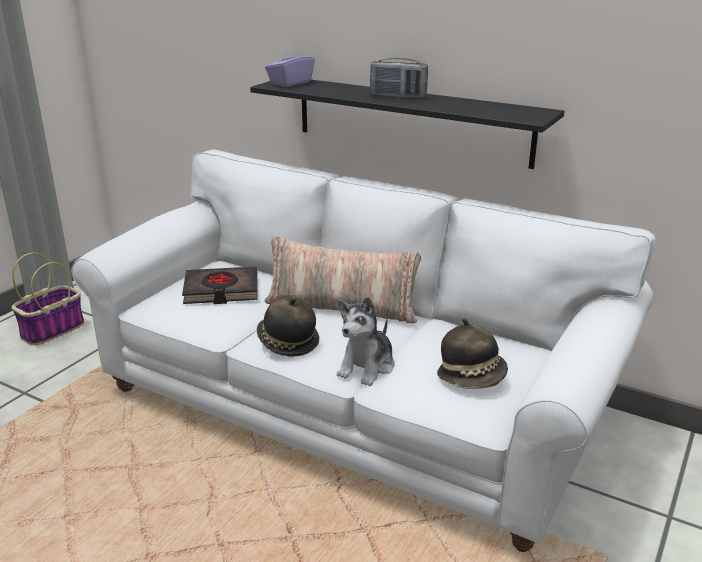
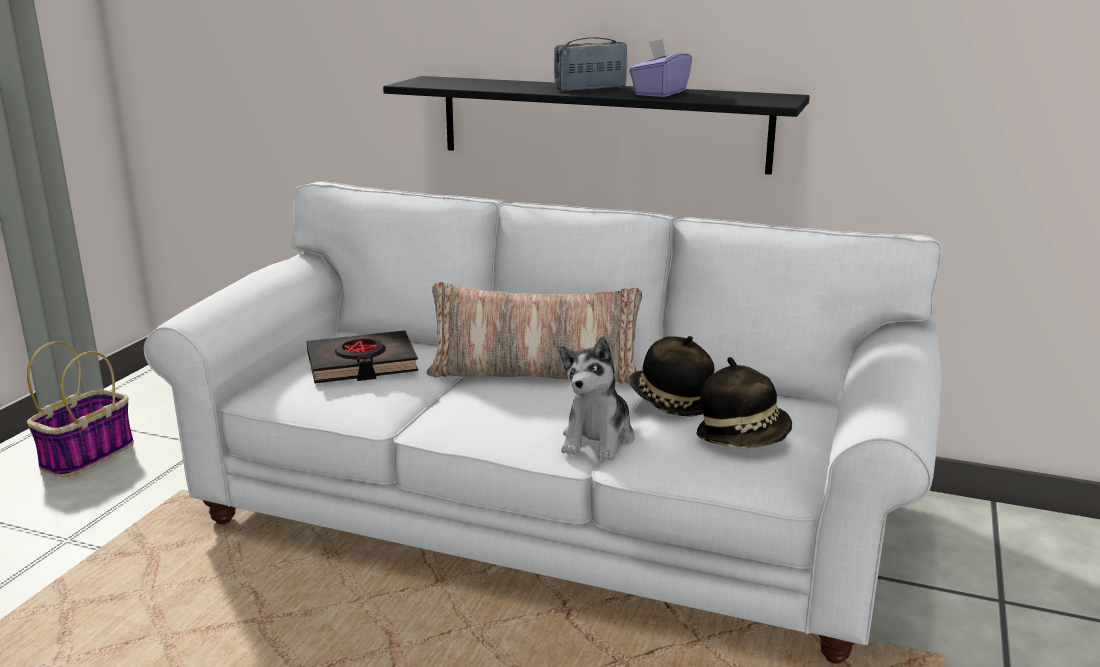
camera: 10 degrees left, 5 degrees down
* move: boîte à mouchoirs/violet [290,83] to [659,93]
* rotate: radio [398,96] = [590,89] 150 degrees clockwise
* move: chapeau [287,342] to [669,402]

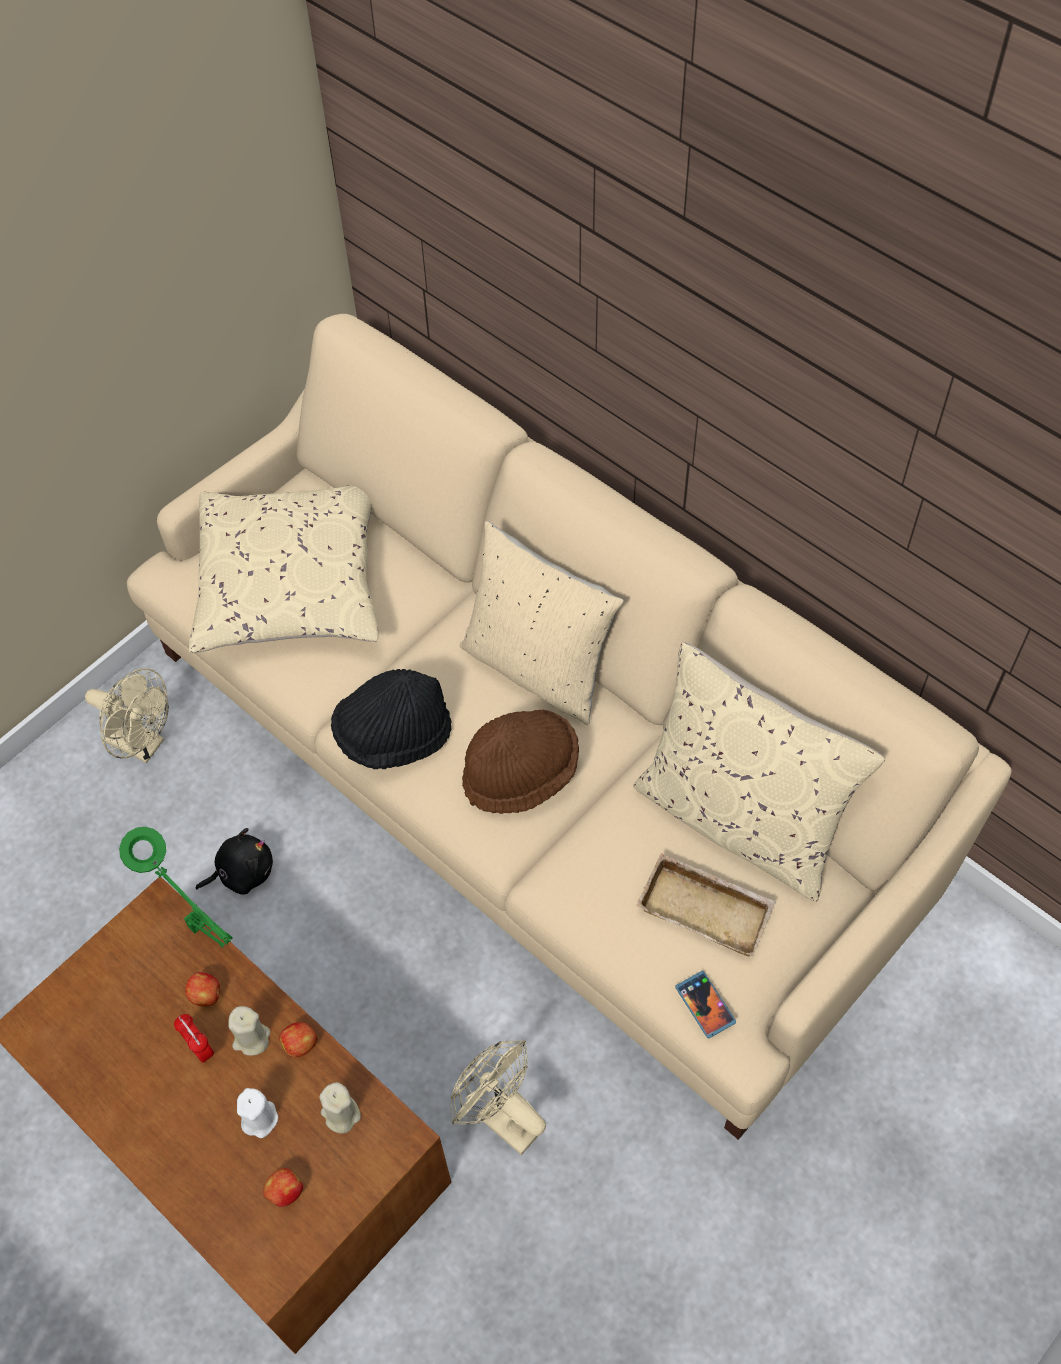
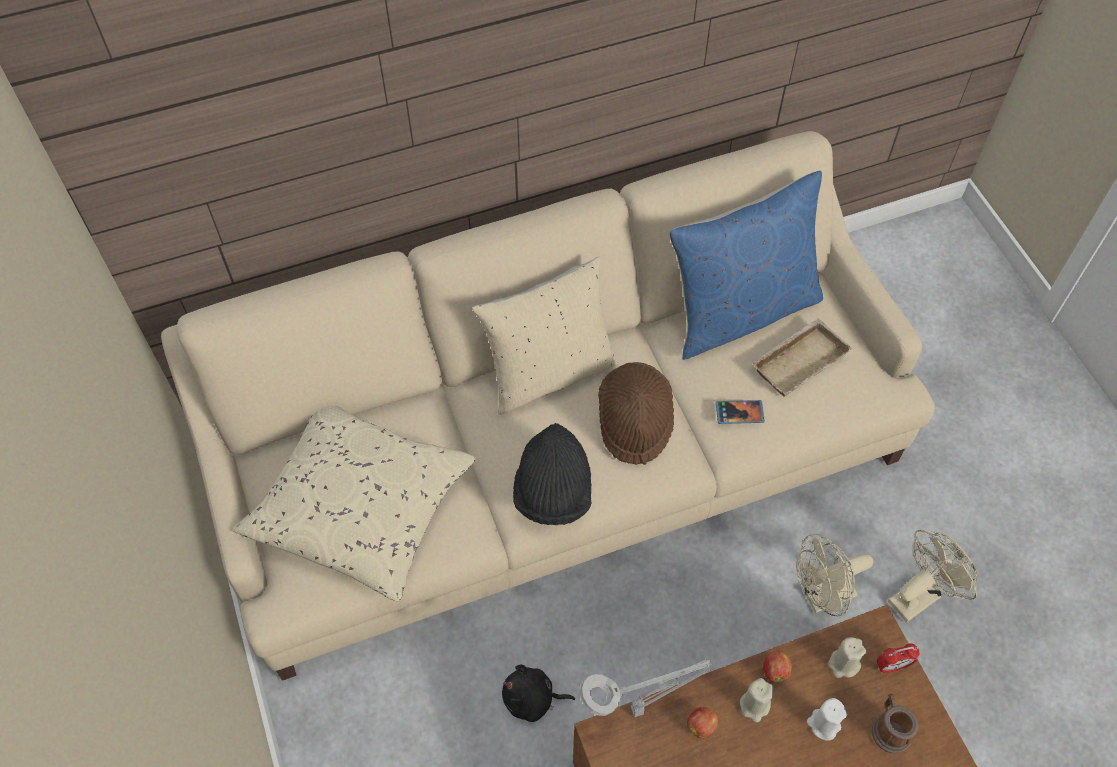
camera: 65 degrees left, 0 degrees up
* recolor: coussin/beige [740,819] to coussin/bleu [740,311]
* move: ventilateur/beige [143,744] to [919,594]
* recolor: lampe de table/vert [200,930] to lampe de table/gris [641,709]
* rotate: peluche/noir [242,872] = [532,699] 90 degrees counterclockwise
* move: téléphone [705,1005] to [739,413]
* move: réveil [200,1047] to [892,666]
* replace: pomme [285,1192] to mug [889,728]

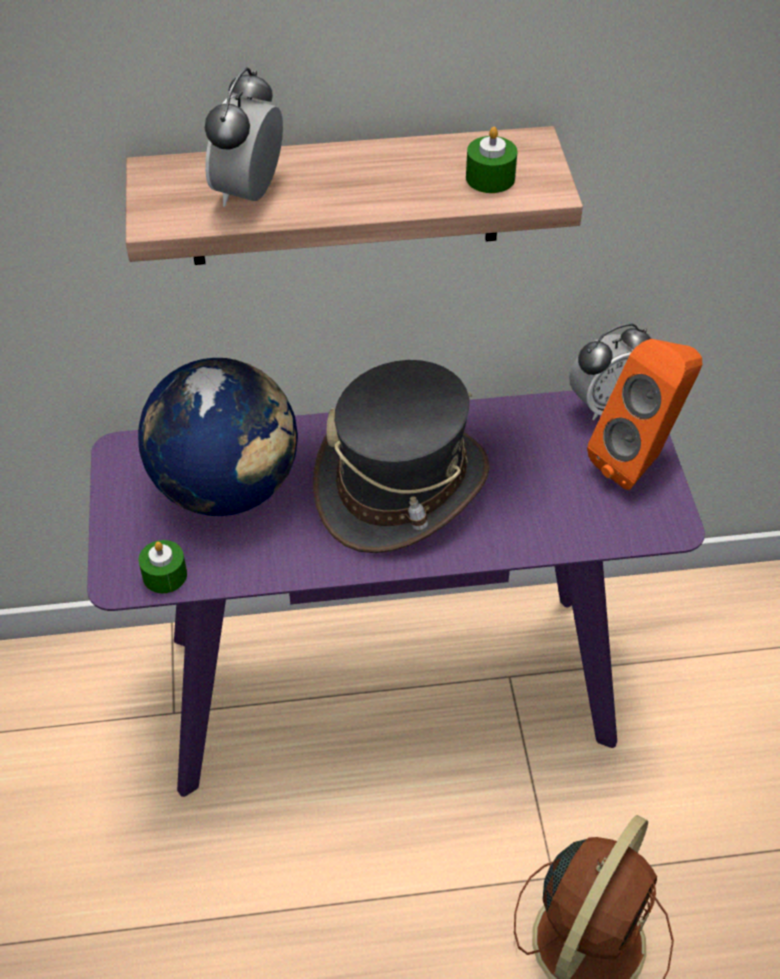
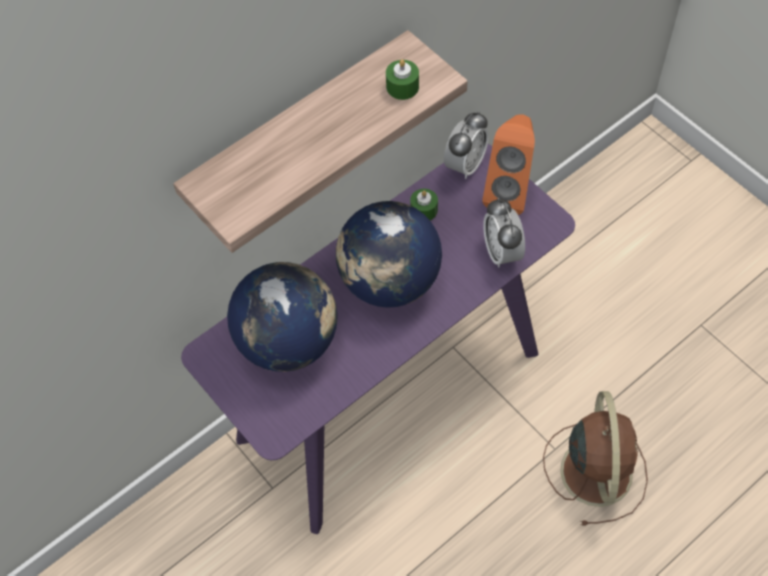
camera: 30 degrees left, 10 degrees up
* move: réveil [249,193] to [502,252]
* replace: chapeau/gris [401,486] to globe [389,282]
* move: bougie/vert [165,575] to [424,210]

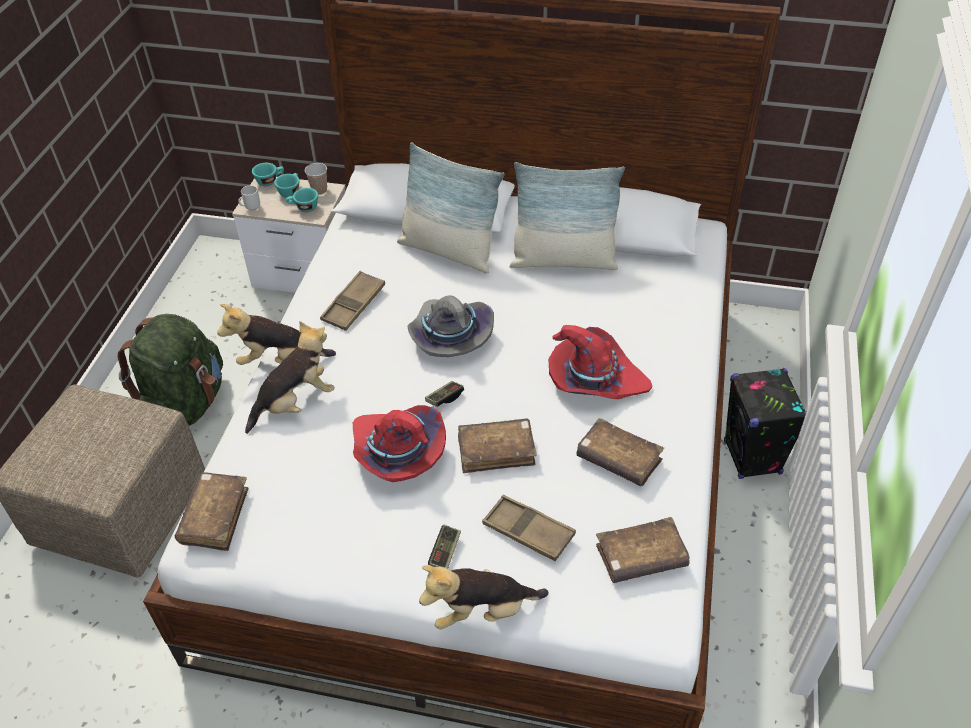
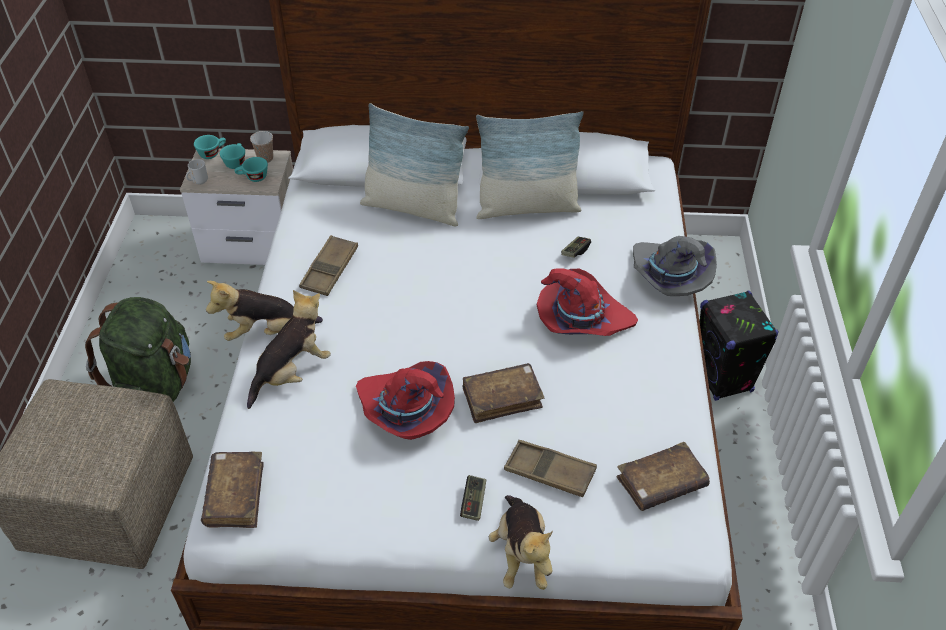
camera: 10 degrees left, 0 degrees up
* move: chapeau/gris [449,336] to [669,276]
* move: manette [444,398] to [575,251]
* delete: livre/marron [618,459]
* rotate: peluche [481,611] = [521,554] 75 degrees counterclockwise

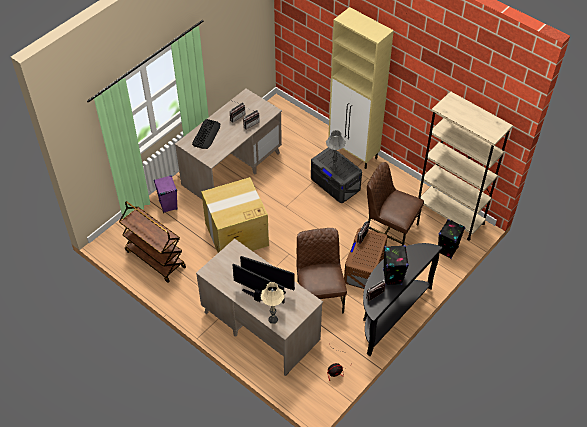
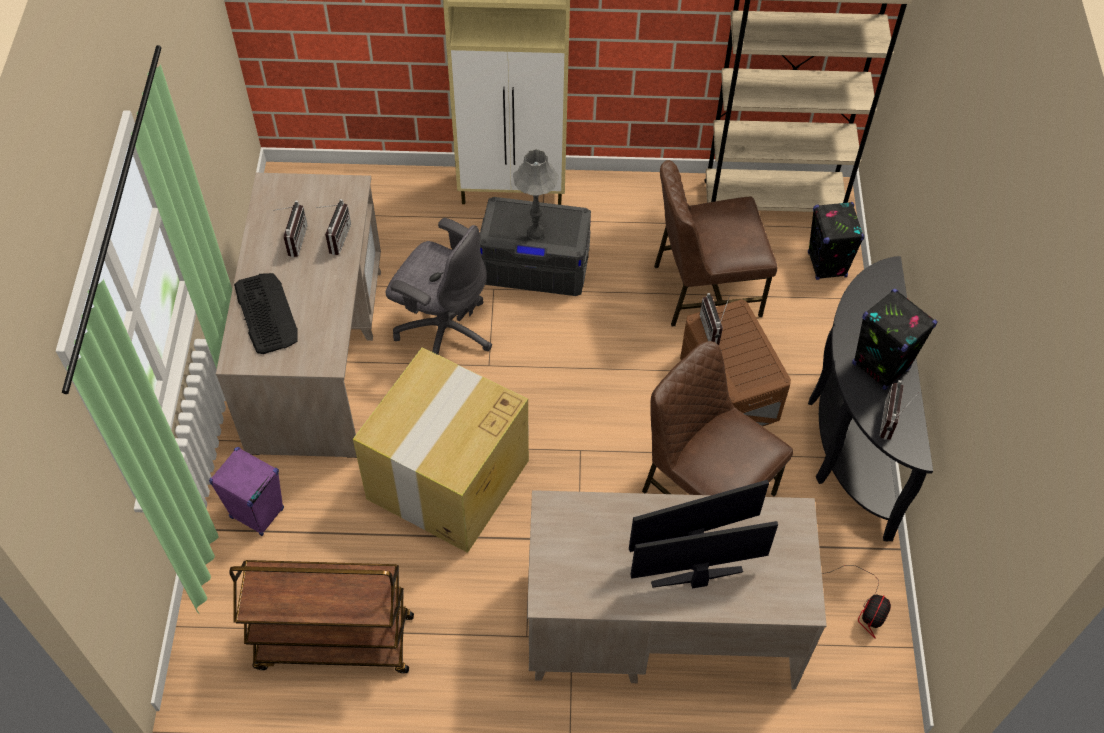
camera: 40 degrees left, 5 degrees up
* delete: lampe de table/beige [273,319]
* insert: chaise de bureau/gris [443,331]

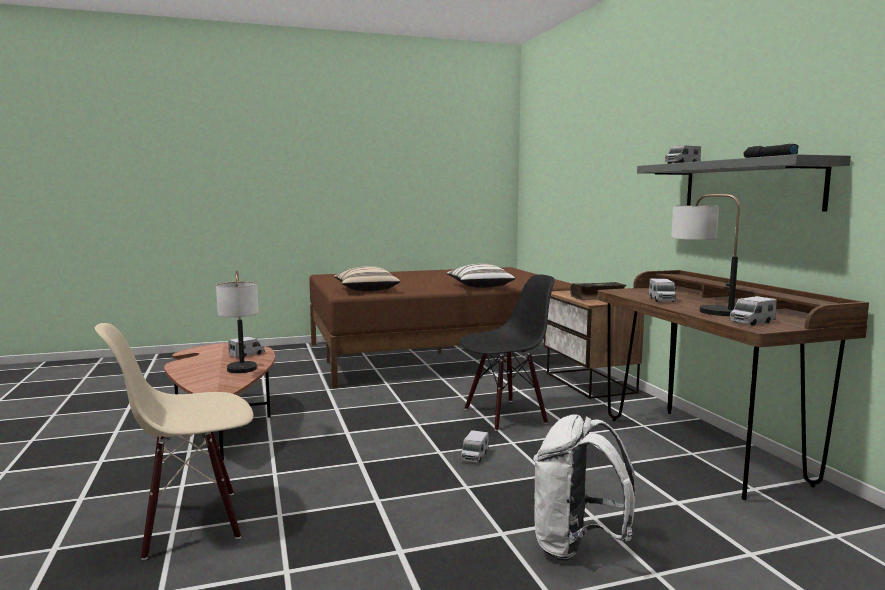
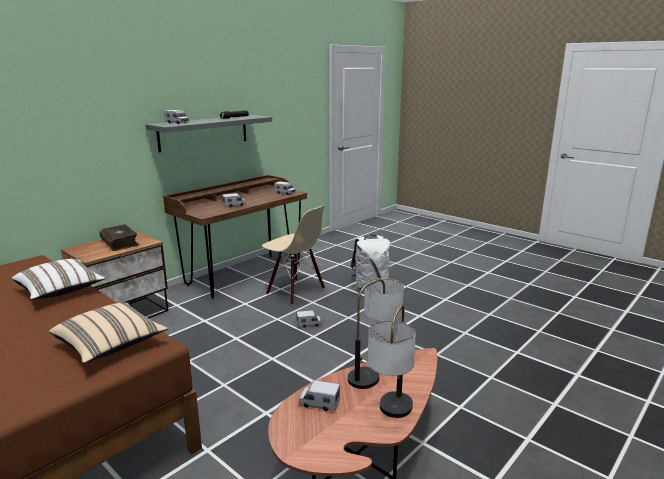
camera: 120 degrees left, 10 degrees up
* move: lampe de table [701,309] to [391,417]
* delete: chaise/noir [505,415]
* move: chaise/beige [191,522] to [295,291]

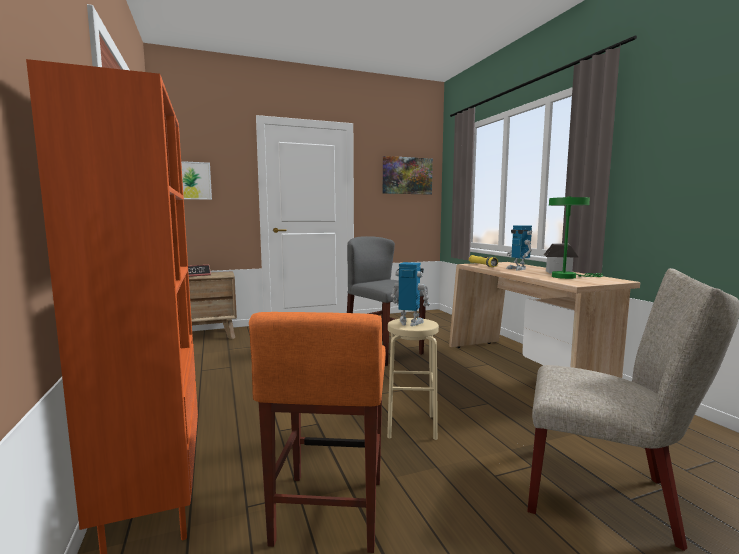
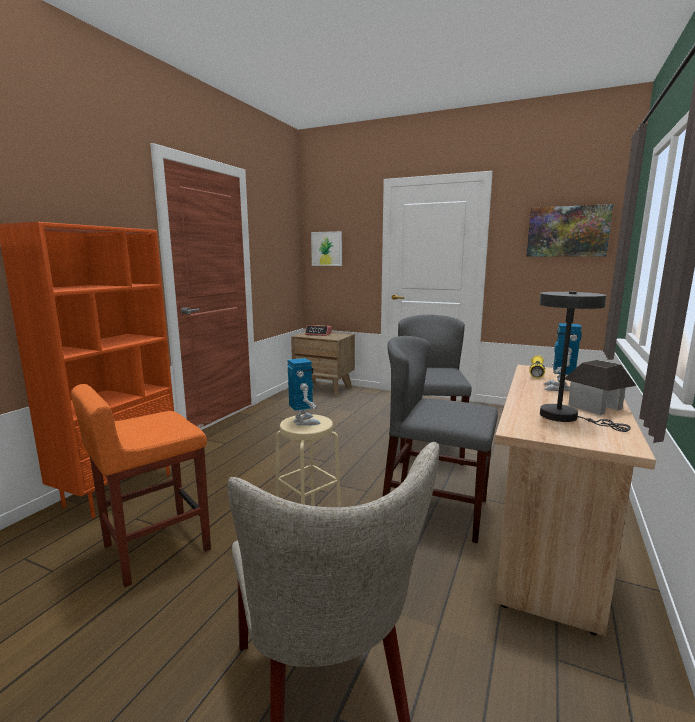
camera: 45 degrees right, 5 degrees up
* recolor: lampe de table/vert [567,277] to lampe de table/gris [565,417]
* insert: chaise/gris [435,510]

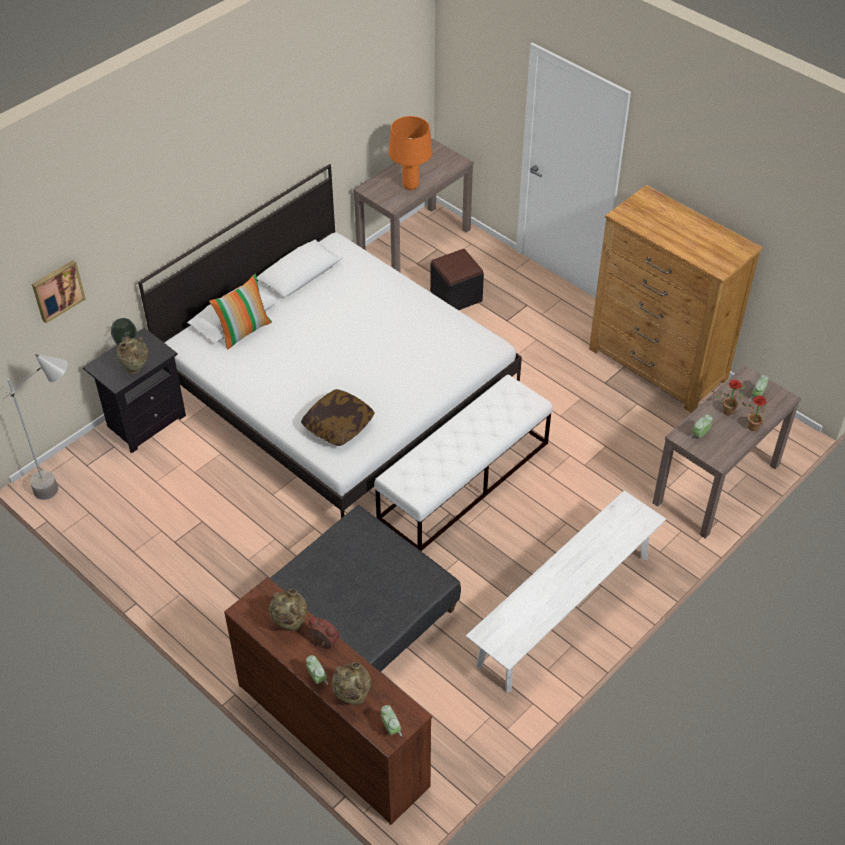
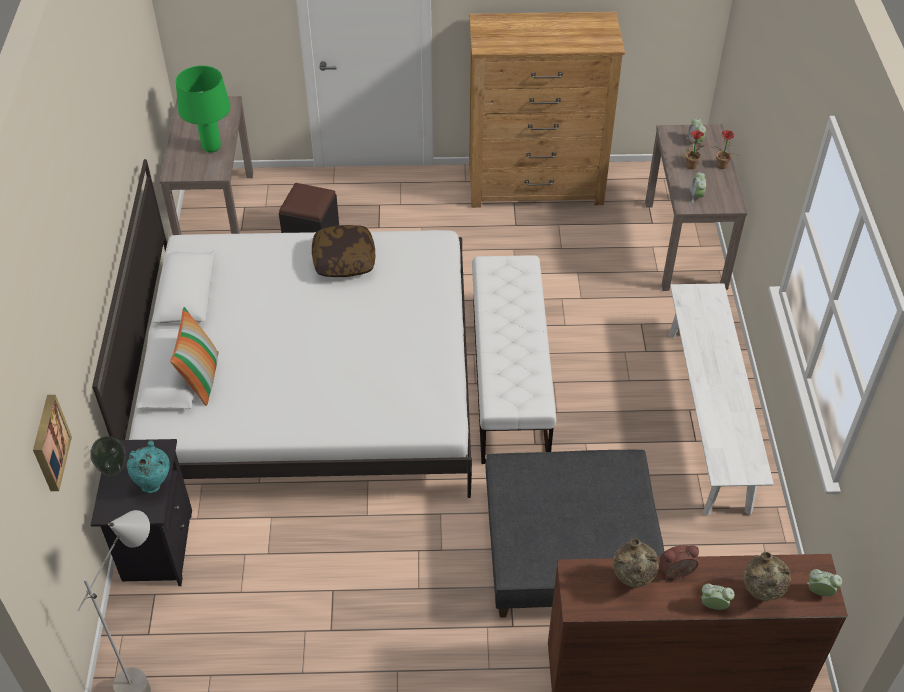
camera: 45 degrees left, 0 degrees up
* recolor: lampe de table/orange [410,186] to lampe de table/vert [211,148]
* recolor: vase/beige [136,369] to vase/turquoise [154,484]
* move: coussin [338,425] to [344,260]

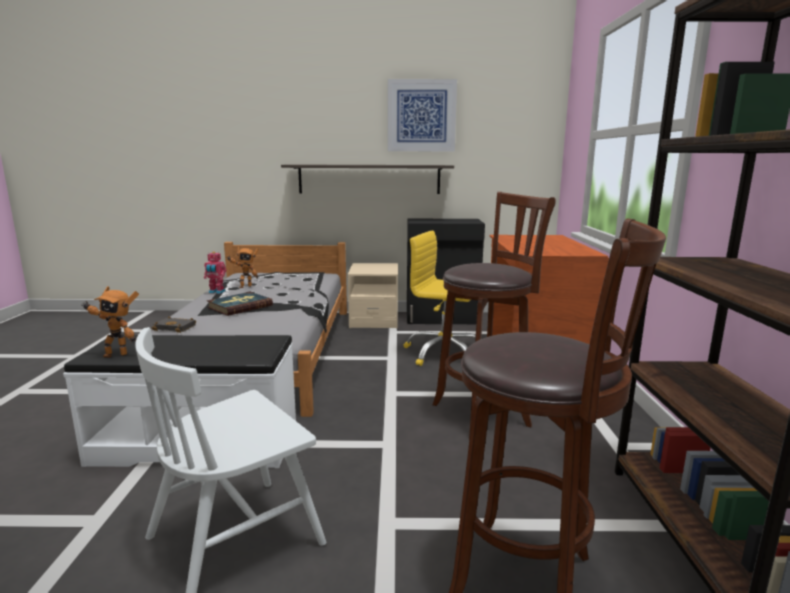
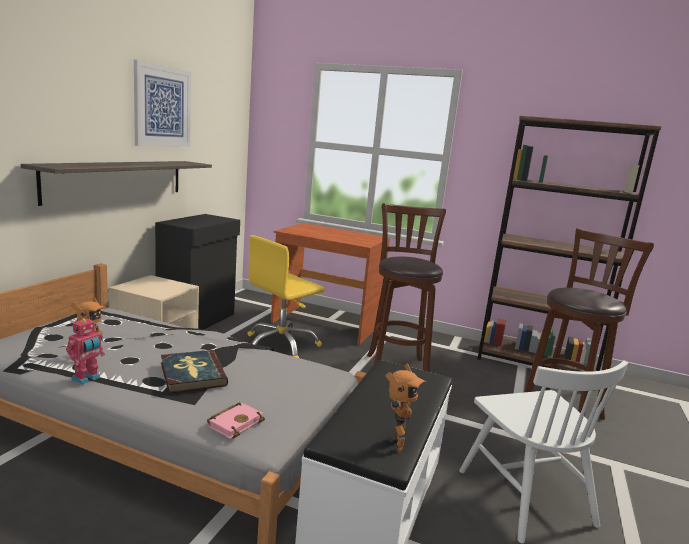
camera: 70 degrees left, 0 degrees up
* recolor: livre/noir [176,327] to livre/rose [235,423]

